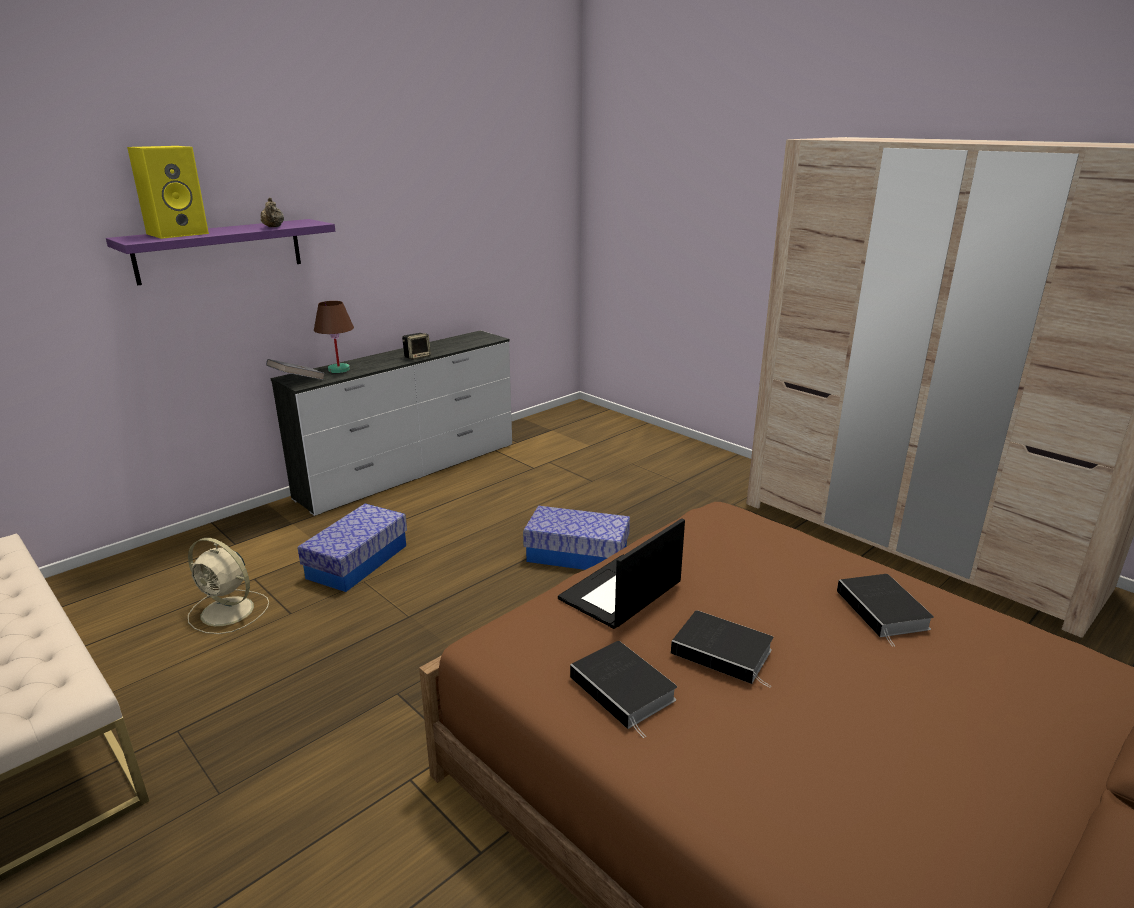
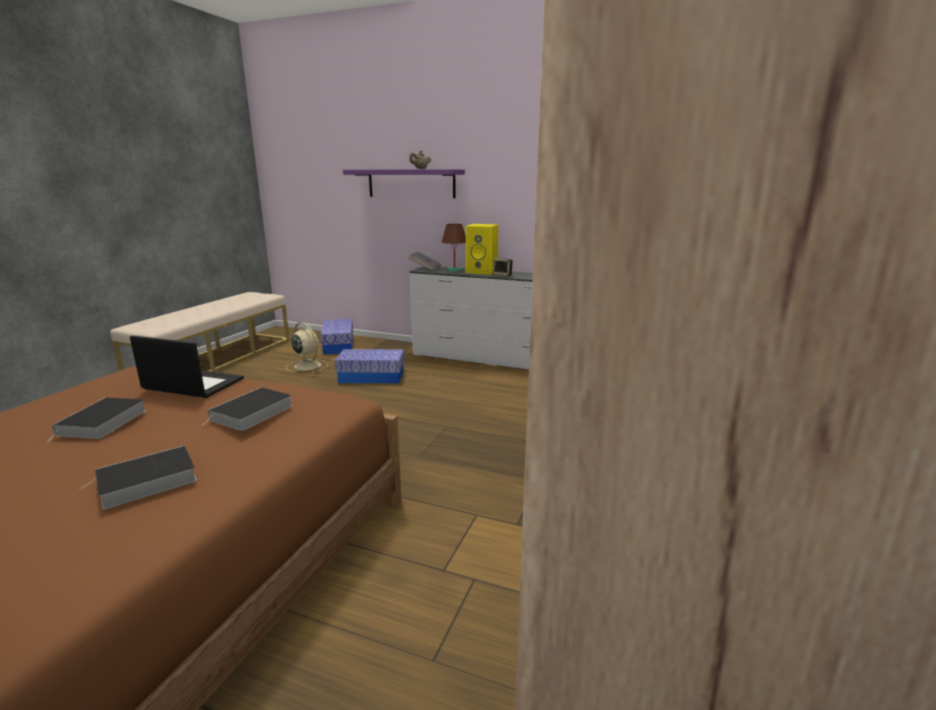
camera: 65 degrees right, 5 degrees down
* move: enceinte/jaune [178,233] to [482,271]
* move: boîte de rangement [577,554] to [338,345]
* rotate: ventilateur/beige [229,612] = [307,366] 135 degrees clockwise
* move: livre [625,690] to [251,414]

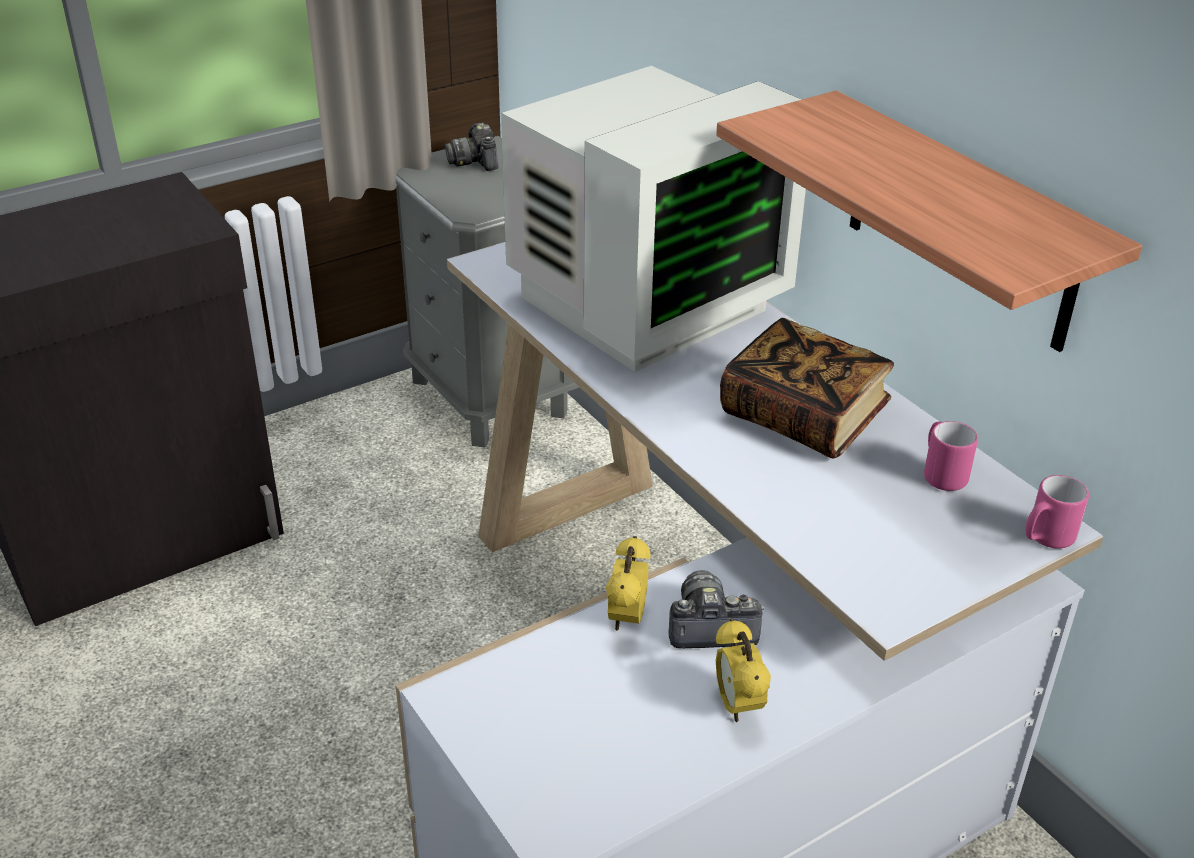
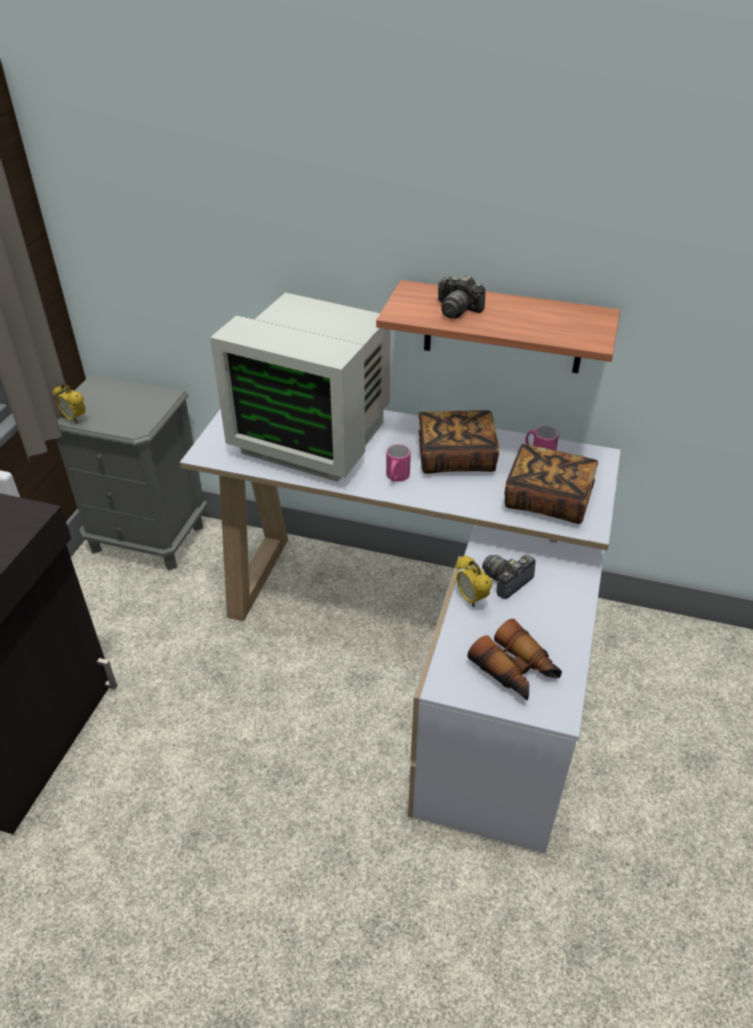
camera: 40 degrees left, 5 degrees up
* rotate: écran d'ordinateur [641,303] = [314,437] 105 degrees clockwise
* move: appareil photo [475,161] to [457,310]
* move: mug/rose [1045,539] to [396,478]
* move: réveil [737,706] to [74,419]
* insert: livre [548,500]
* insert: jumelles [516,671]

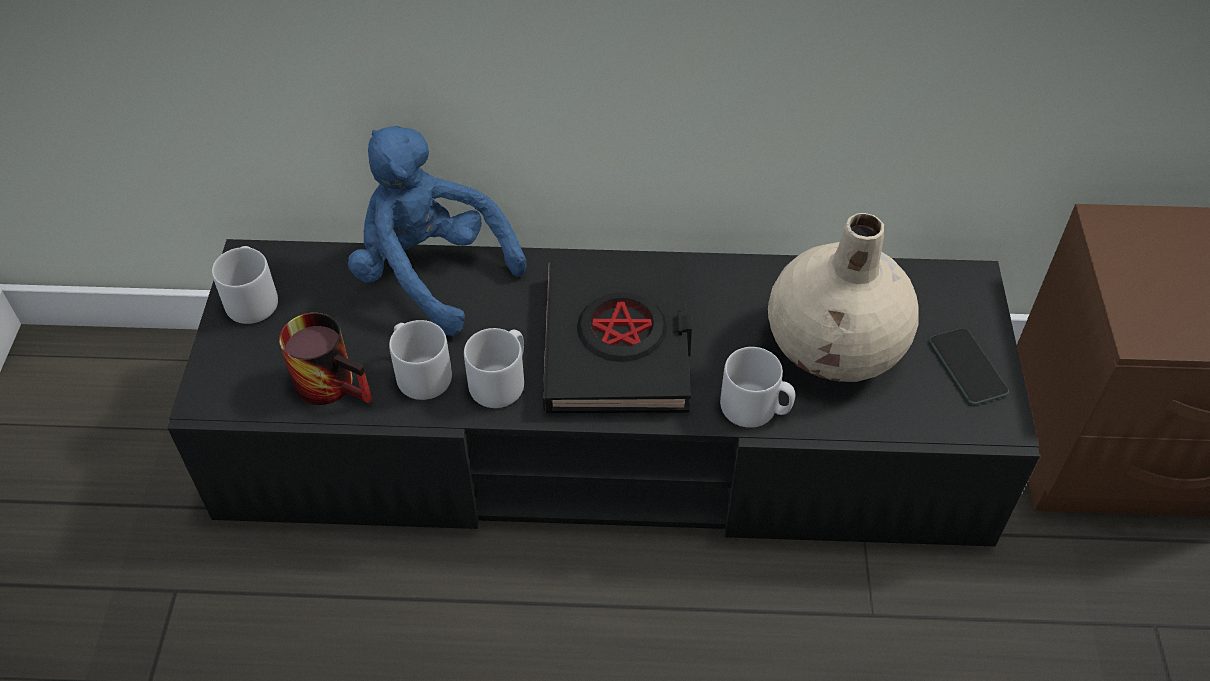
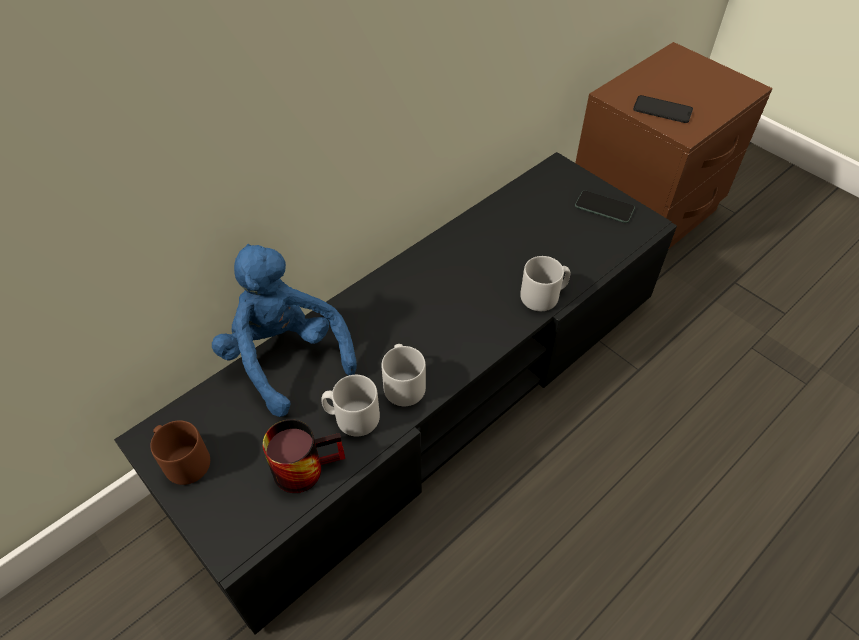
camera: 45 degrees left, 0 degrees up
* rotate: peluche/bleu [430,273] = [285,357] 60 degrees clockwise
* delete: vase/beige [835,348]
* recolor: mug/gris [253,299] to mug/marron [184,461]
* delete: livre/noir [618,344]
* insert: téléphone [662,110]

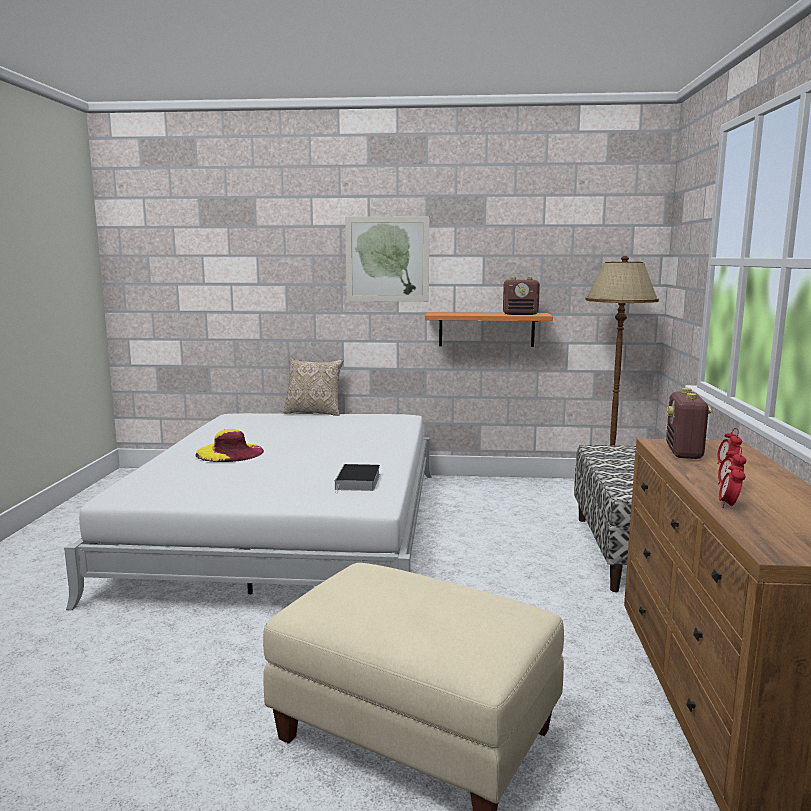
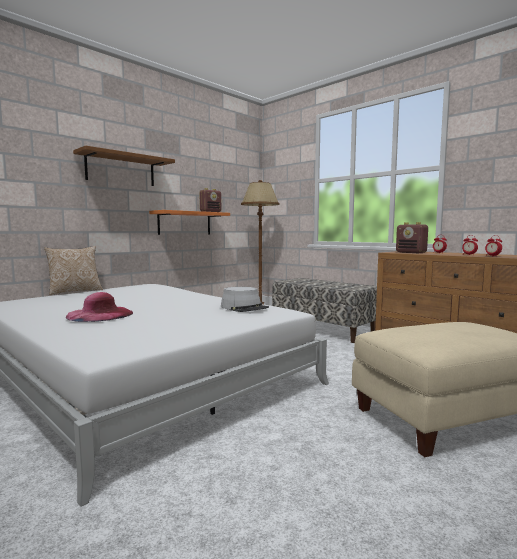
camera: 50 degrees left, 5 degrees down
* replace: tableau [387,259] to étagère/marron [121,170]
* recolor: chapeau/jaune [230,452] to chapeau/rose [100,314]
* replace: livre [358,482] to chapeau/gris [244,307]

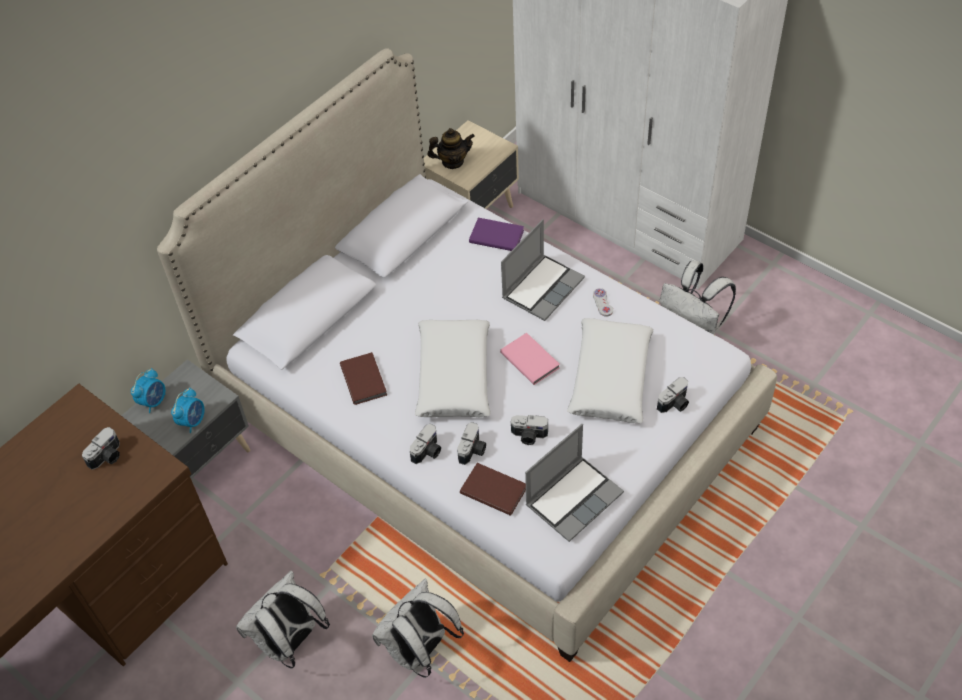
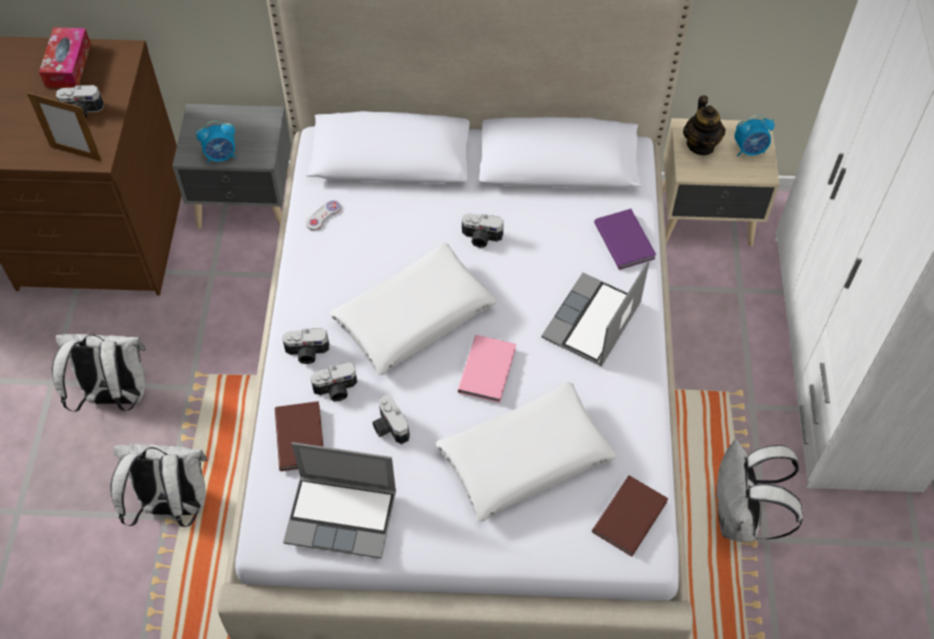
camera: 50 degrees right, 5 degrees up
* rotate: théière [452,162] = [701,145] 45 degrees clockwise
* rotate: ordinateur portable [542,287] = [592,323] 120 degrees clockwise
* move: manette/blanc [602,303] to [323,216]
* move: livre/marron [364,379] to [631,517]
* move: réveil [154,401] to [749,150]
* move: appareil photo [675,404] to [481,238]
* insert: boîte à mouchoirs [68,65]
* insert: cadre photo [76,153]

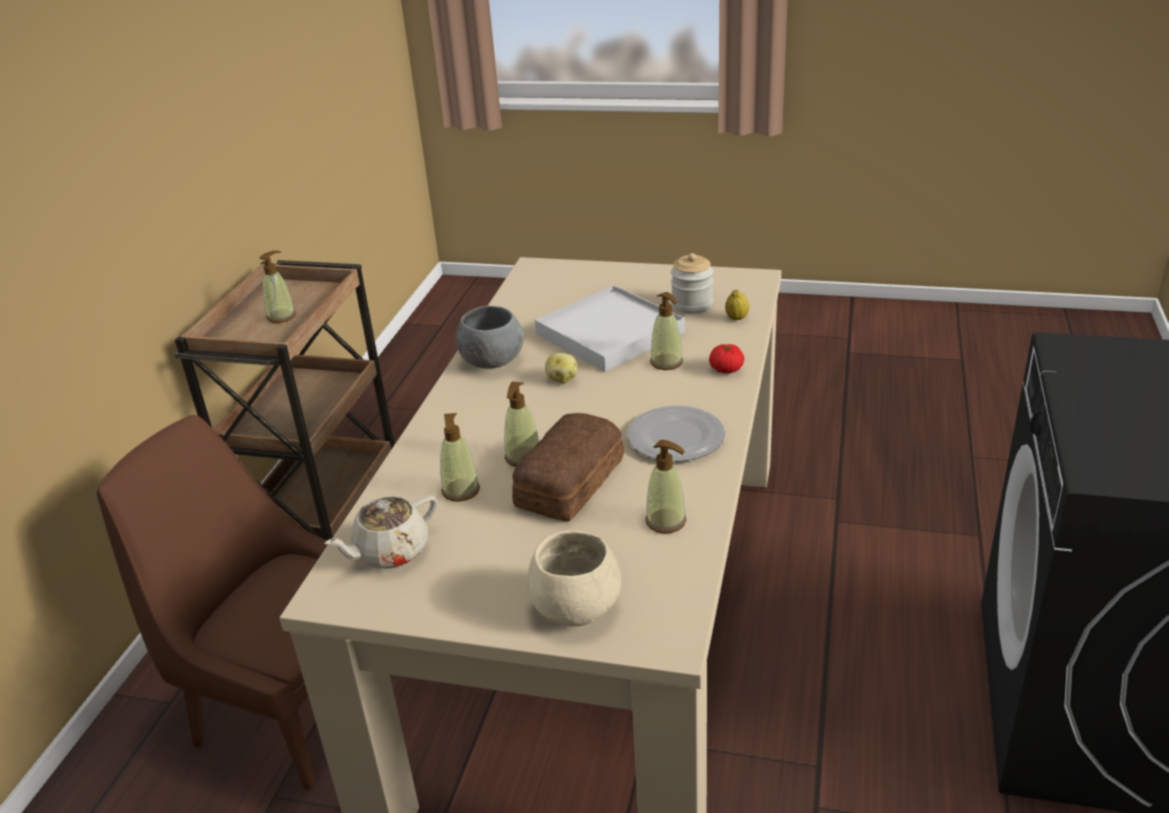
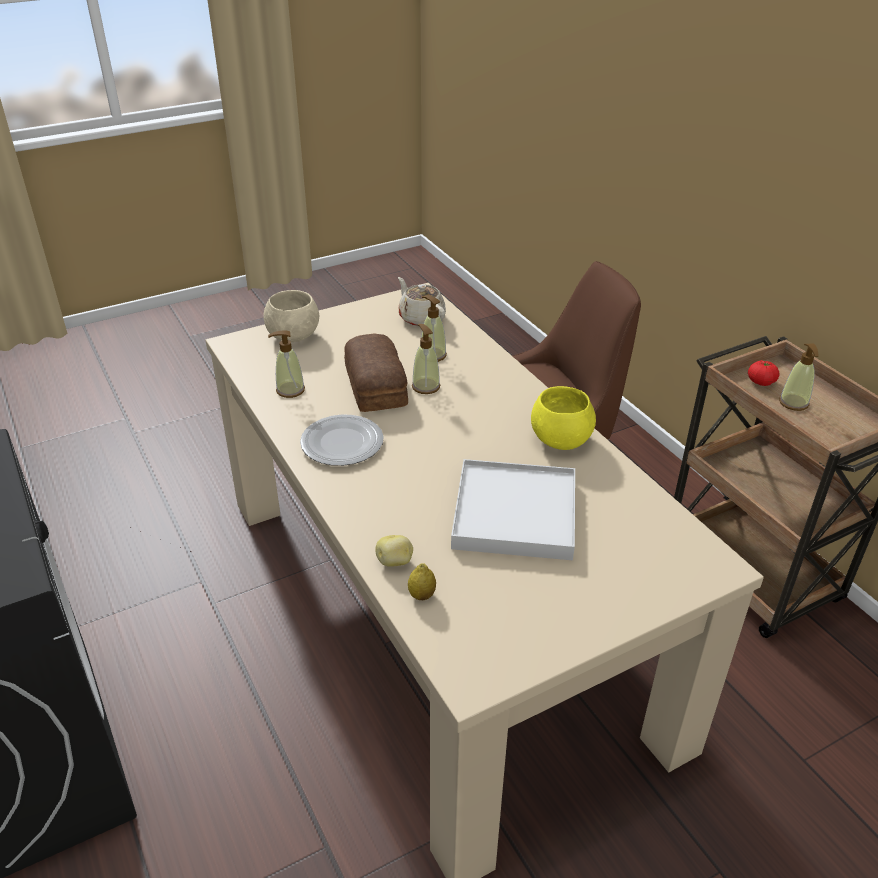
camera: 135 degrees right, 5 degrees up
* delete: bocal [692,305]
* delete: distributeur de savon [666,362]
* recolor: bol/gris [492,362] to bol/jaune [561,440]
* move: tomate [726,369] to [761,382]
* move: pomme de terre [562,379] to [395,562]
* rotate: théière/beige [390,552] = [421,318] 45 degrees counterclockwise

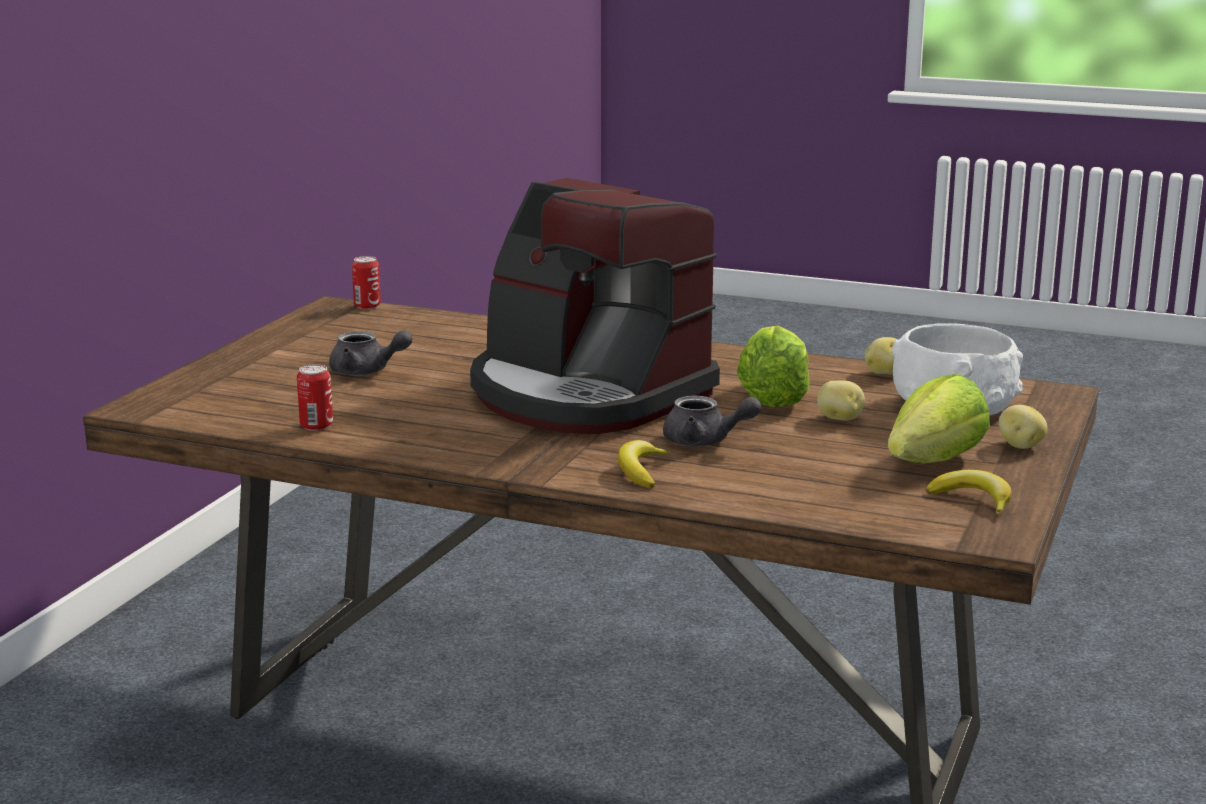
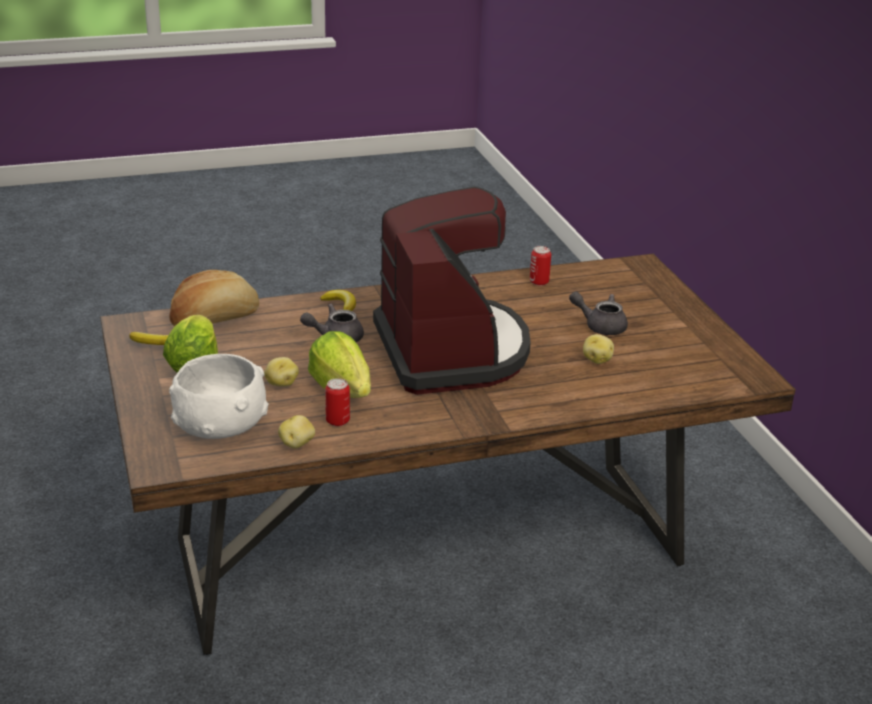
camera: 140 degrees right, 10 degrees up
* rotate: machine à café [586,394] = [451,351] 75 degrees clockwise
* move: boîte métallique [367,306] to [337,421]
* rotate: théière/gris [367,371] = [600,326] 45 degrees clockwise
* move: pomme de terre [1019,446] to [597,360]
* insert: pain [214,319]

